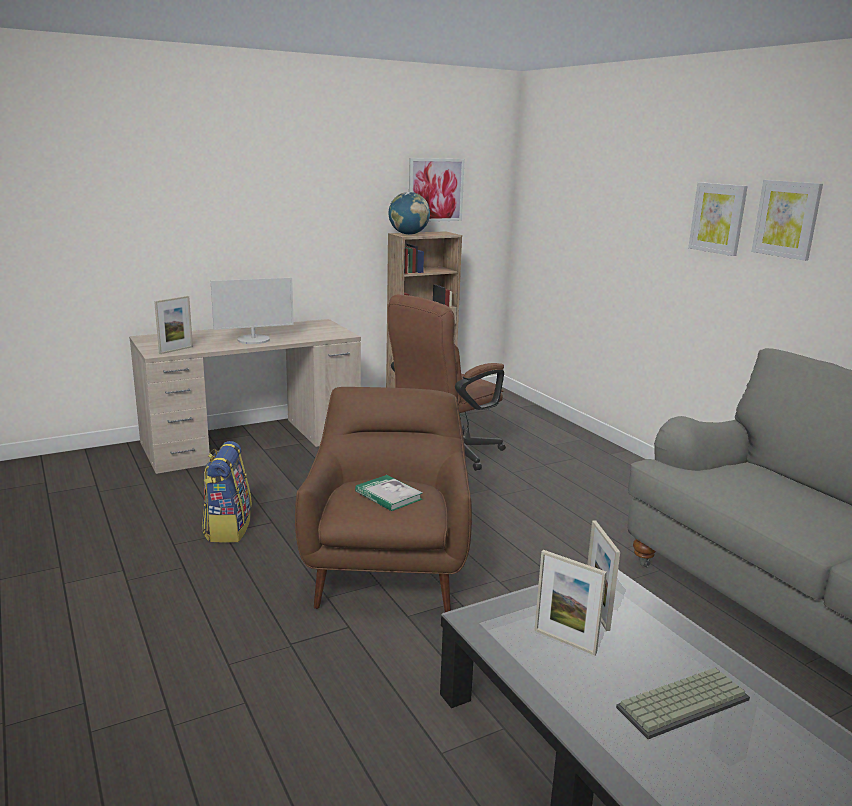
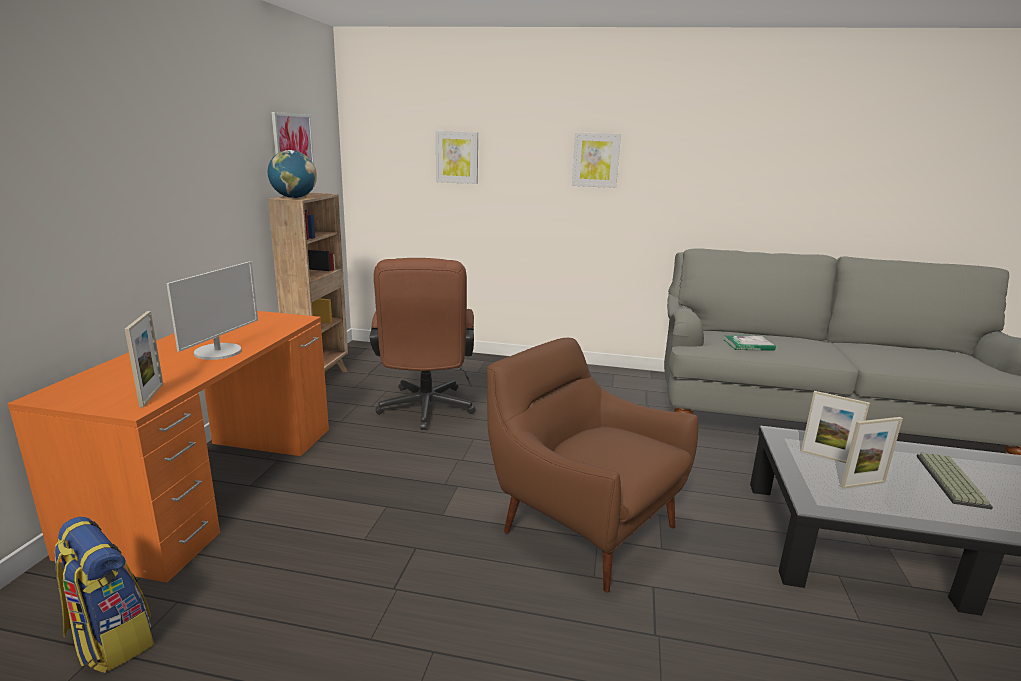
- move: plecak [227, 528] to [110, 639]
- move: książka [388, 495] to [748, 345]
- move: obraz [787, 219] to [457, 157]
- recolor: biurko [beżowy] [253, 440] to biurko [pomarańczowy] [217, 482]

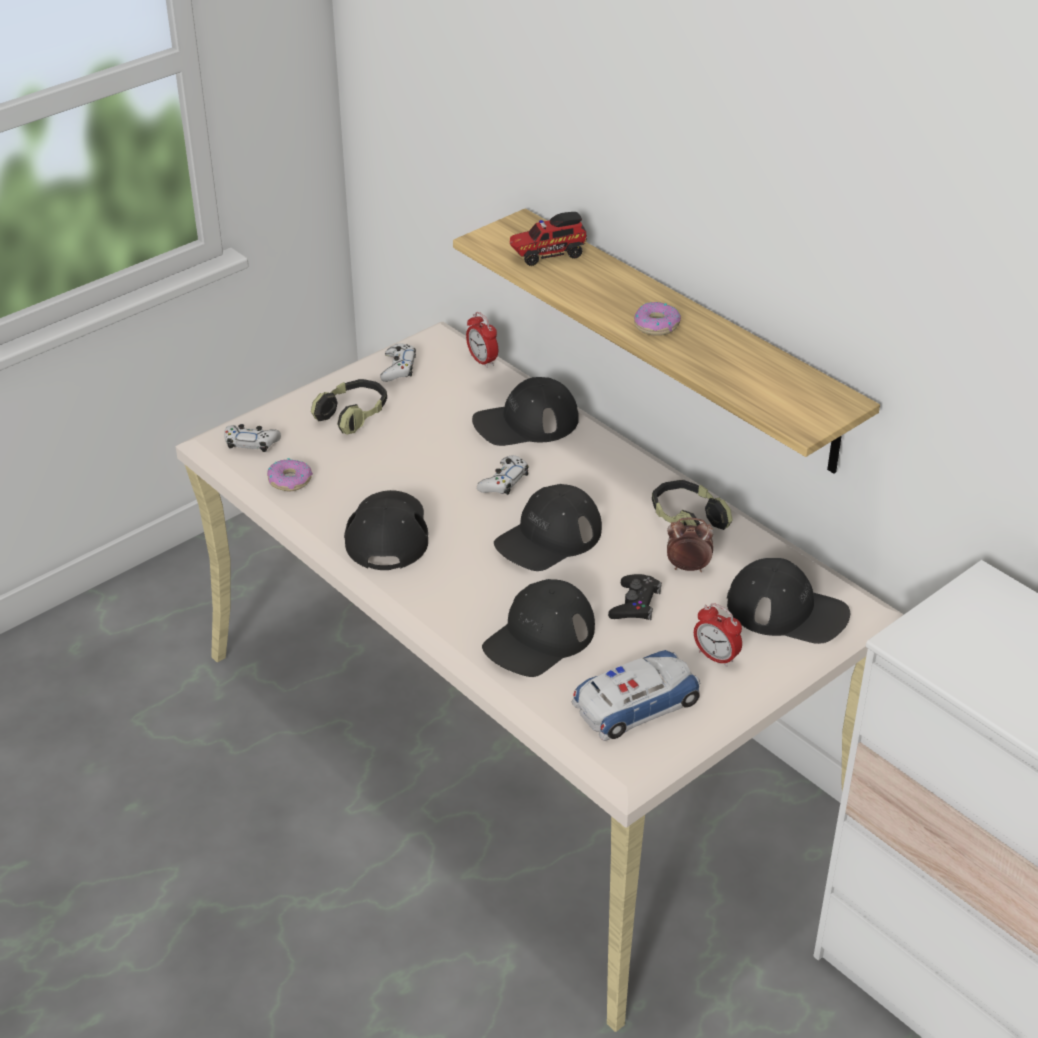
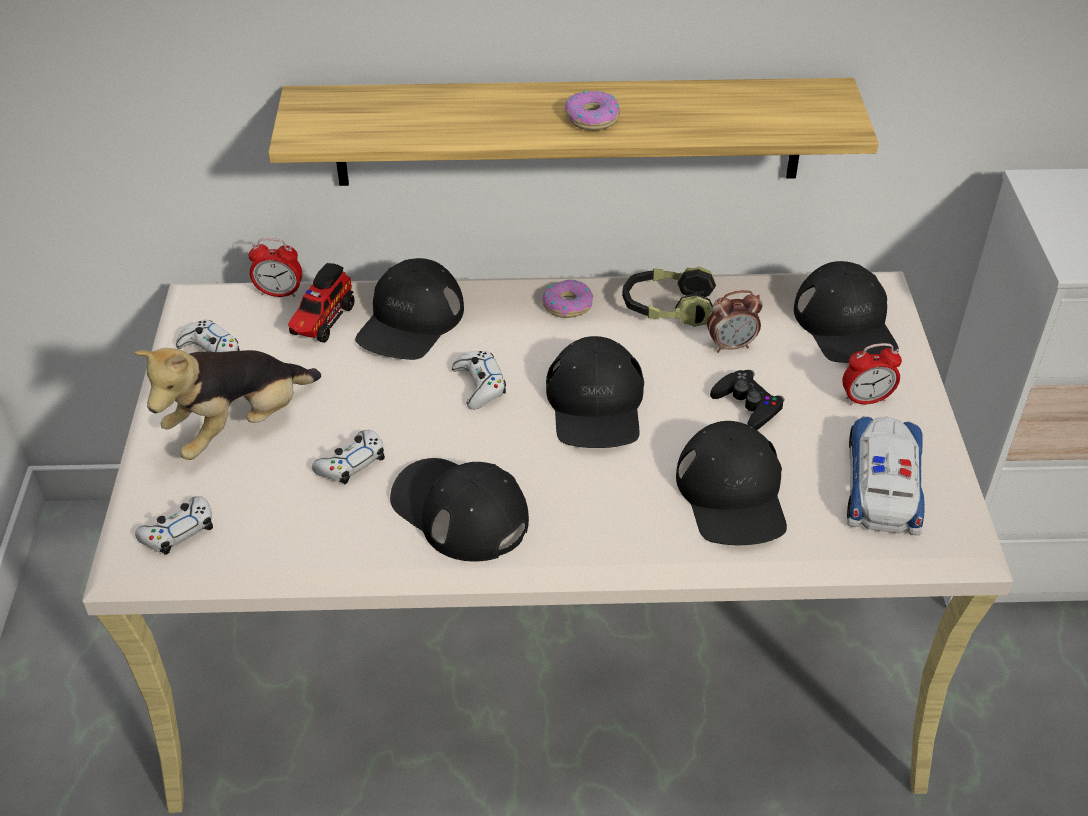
- insert: pad do gier [biały] [351, 463]
- move: donut [290, 480] to [567, 305]
- move: ciężarówka zabawkowa [547, 255] to [322, 321]
- replace: słuchawki [353, 415] to pluszak [239, 427]
- rotate: budzik [688, 567] = [731, 346] 150 degrees counterclockwise
- rotate: czapka z daszkiem [czarny] [787, 611] = [846, 325] 105 degrees clockwise

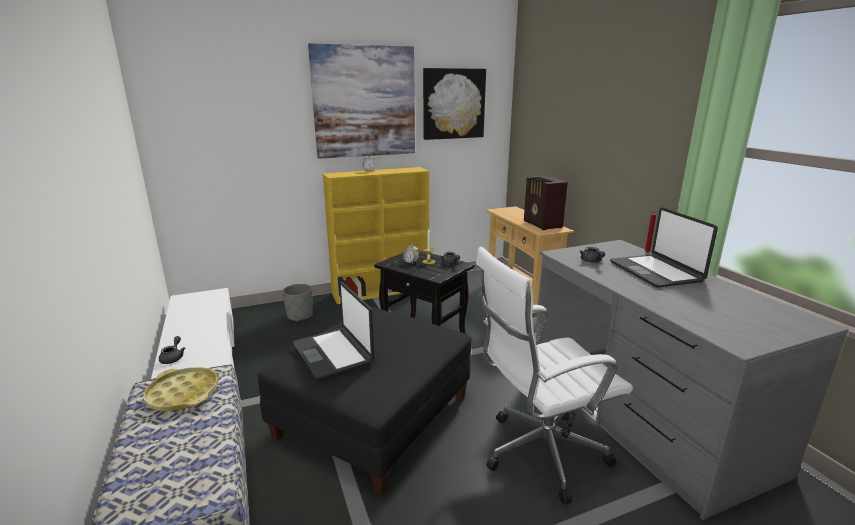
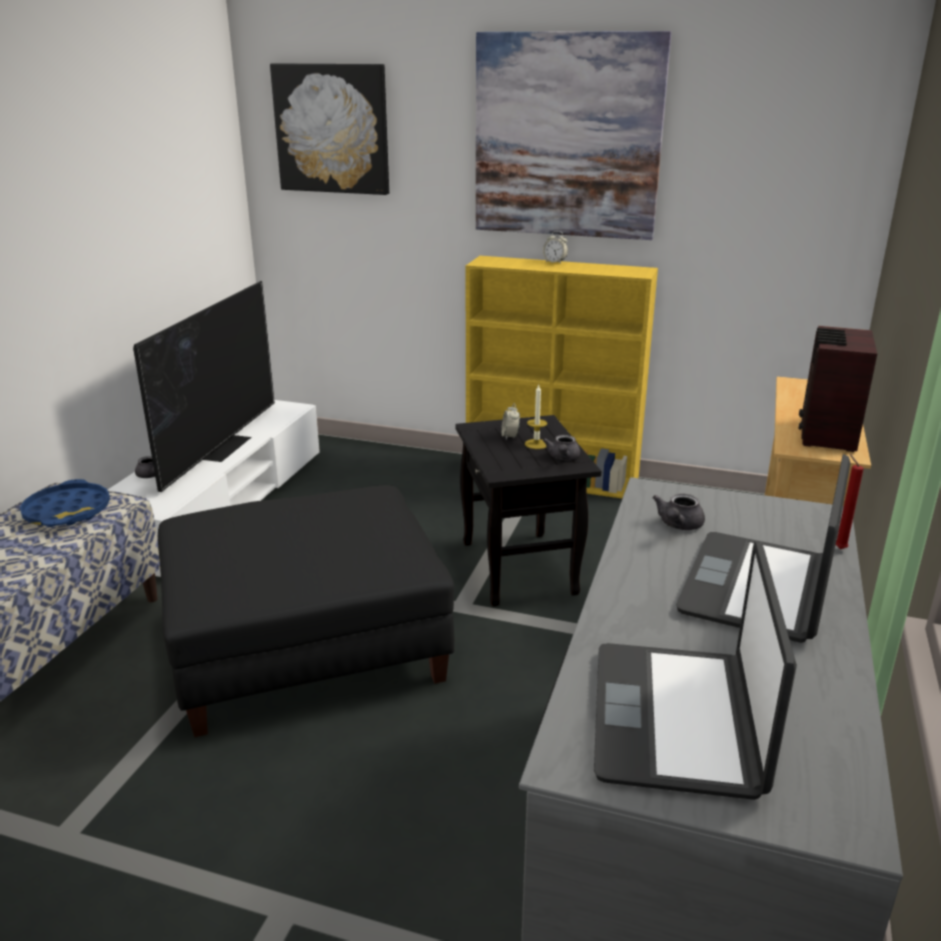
- delete: donica [szary] [300, 315]
- delete: krzesło biurowe [biały] [538, 454]
- insert: telewizor [222, 446]
- move: laptop [333, 353] to [678, 719]
- move: obraz [453, 104] to [332, 129]
- recolor: taca [żółty] [183, 394] to taca [niebieski] [67, 511]

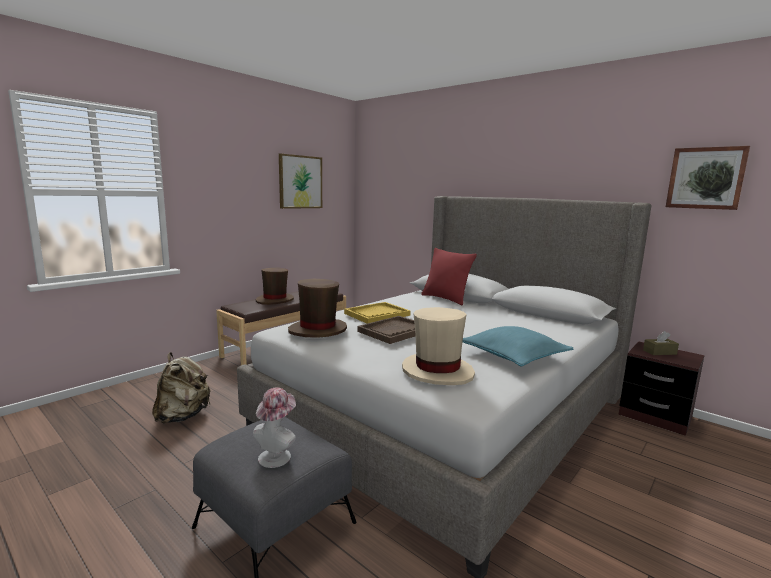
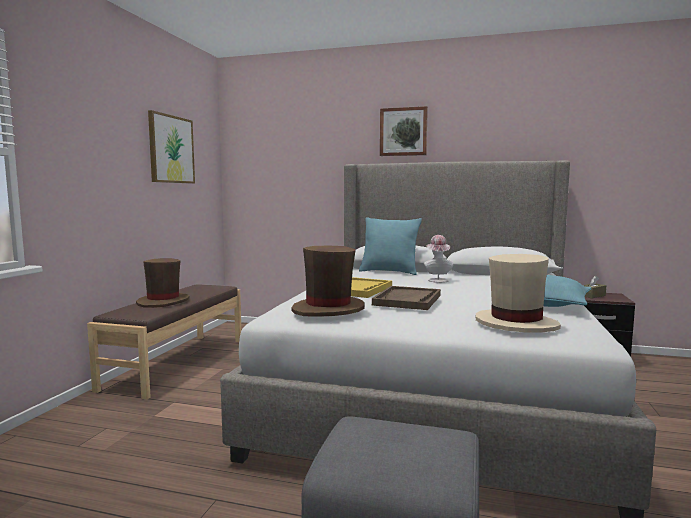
- delete: plecak [beżowy] [183, 416]
- move: kapelusz [277, 455] to [437, 280]
- move: obraz [705, 178] to [403, 132]
- recolor: poduszka [czerwony] [445, 299] to poduszka [turkusowy] [389, 272]

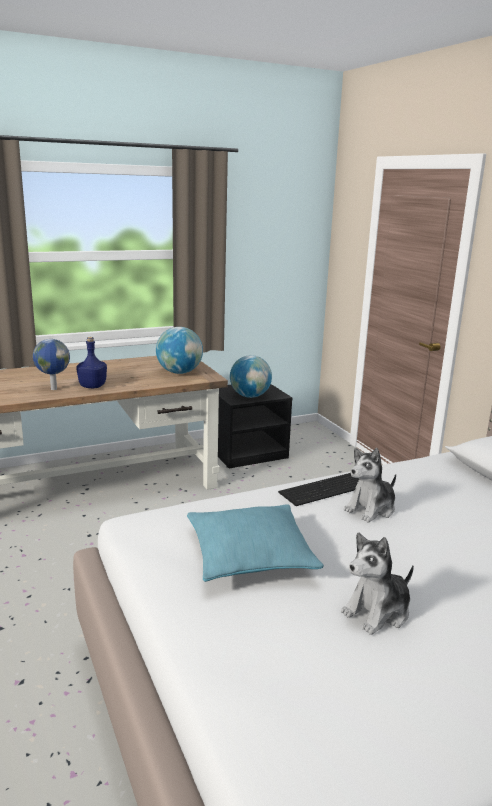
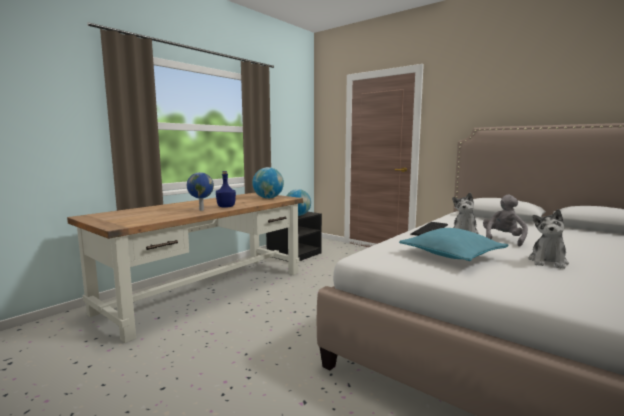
- insert: pluszak [szary] [503, 240]

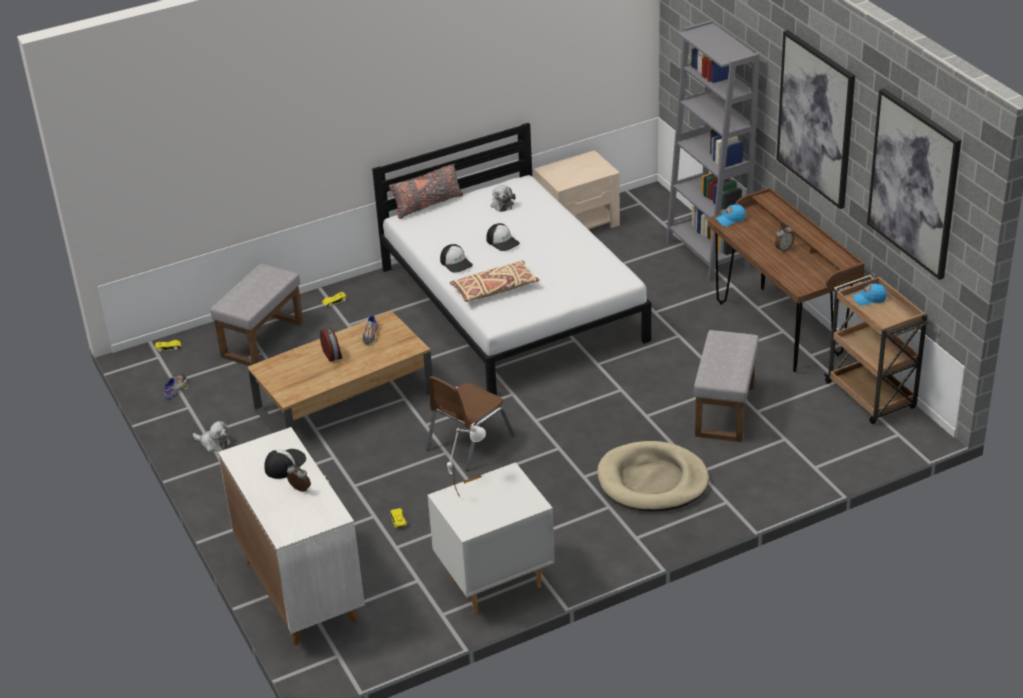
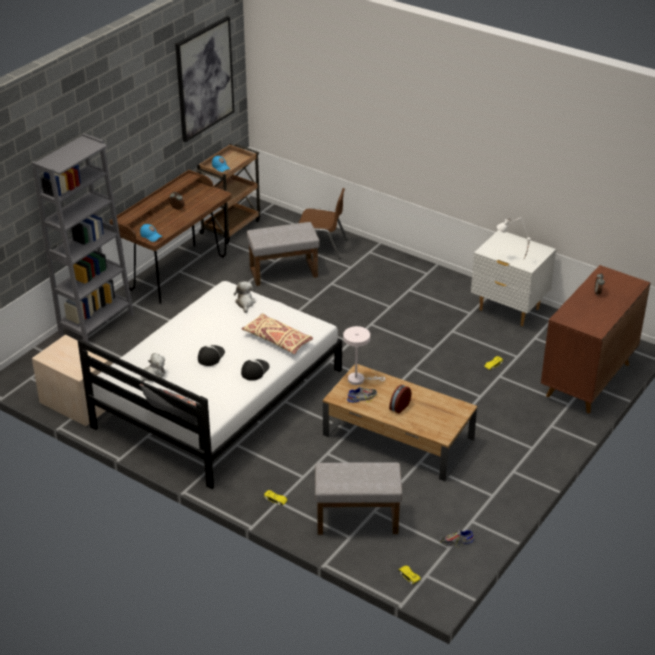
- delete: czapka z daszkiem [284, 464]
- delete: legowisko [beżowy] [652, 481]
- delete: obraz [816, 119]
- insert: lampa stołowa [biały] [359, 379]
- move: pluszak [214, 443] to [245, 303]
- move: krzesło [brązowy] [469, 442] to [321, 246]
- recolor: szafka [biały] [300, 589] to szafka [brązowy] [587, 380]

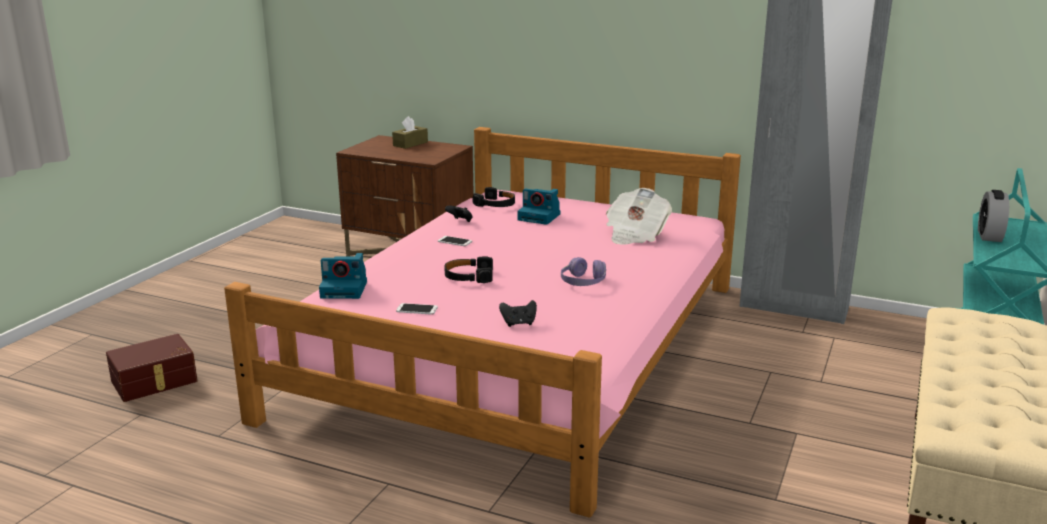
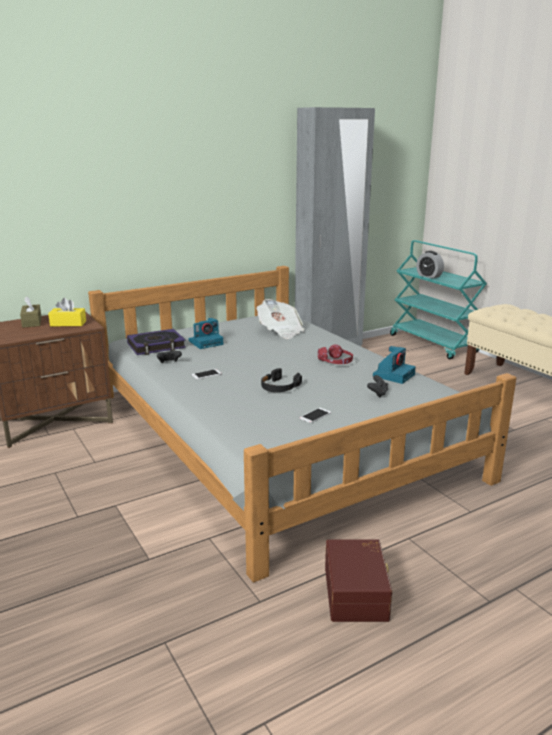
- insert: pudełko chusteczek [żółty] [68, 323]
- move: pojemnik do przechowywania [brązowy] [155, 382] to [357, 592]
- move: aparat fotograficzny [345, 289] to [393, 375]
- replace: słuchawki [czarny] [495, 204] to książka [156, 346]
- recolor: łóżko [różowy] [521, 348] to łóżko [szary] [275, 434]
- recolor: słuchawki [fioletowy] [583, 282] to słuchawki [czerwony] [335, 362]

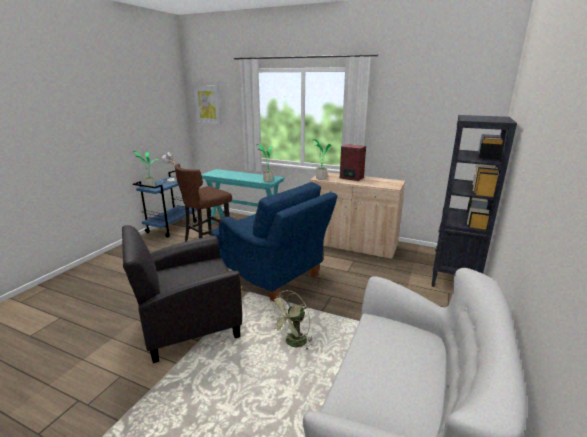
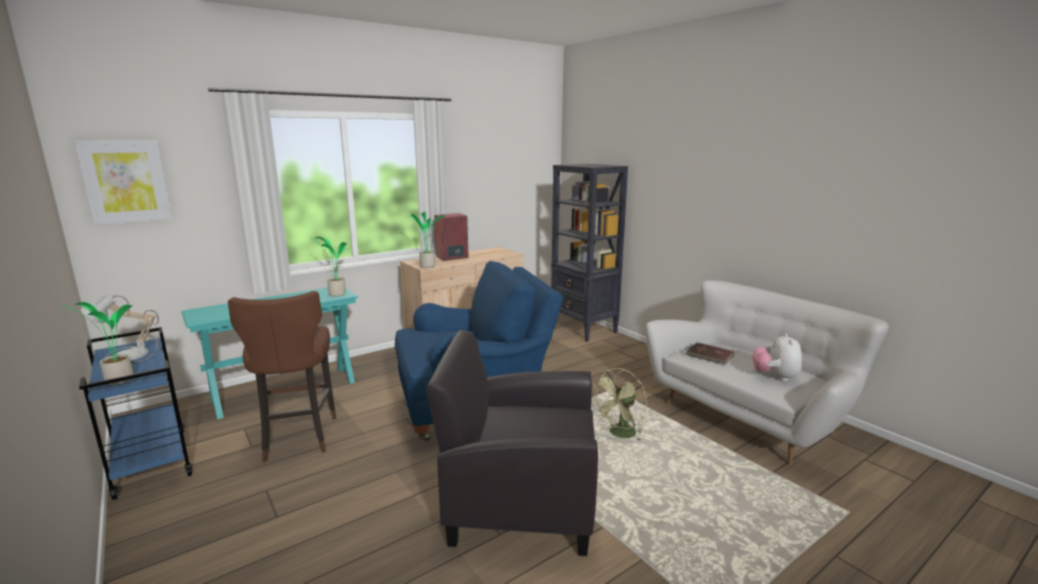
- insert: książka [brązowy] [710, 355]
- insert: pluszak [775, 377]
- rotate: fotel [czarny] [188, 323] = [519, 501] 90 degrees clockwise
- rotate: wentylator [zielony] [293, 343] = [620, 435] 60 degrees clockwise

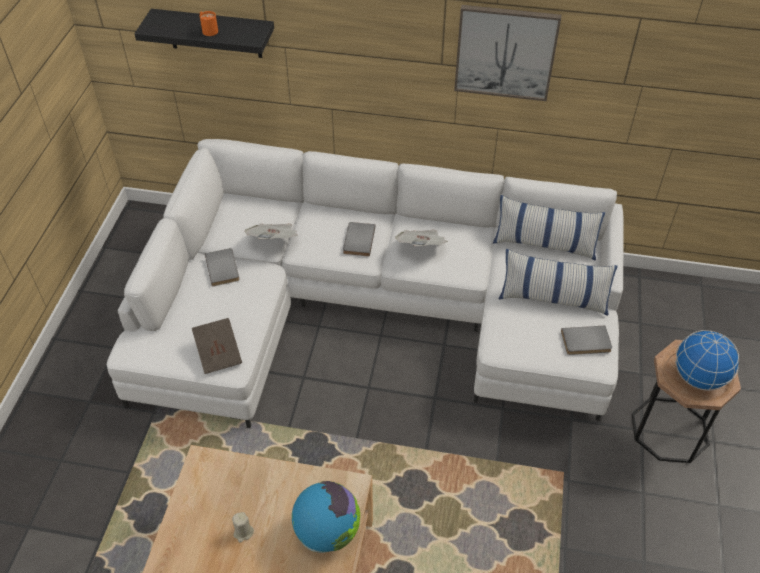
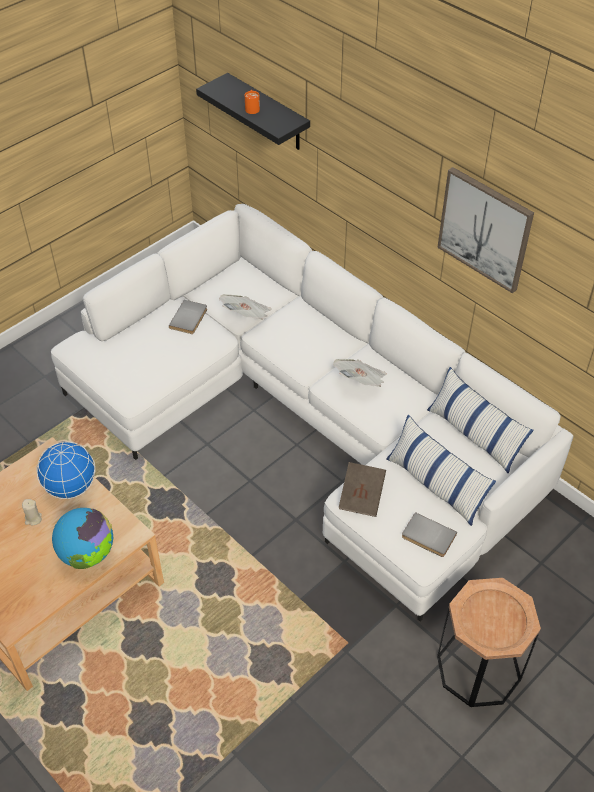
- delete: książka [szary] [357, 240]
- move: książka [brązowy] [218, 353] to [361, 497]
- move: globus [698, 377] to [70, 486]

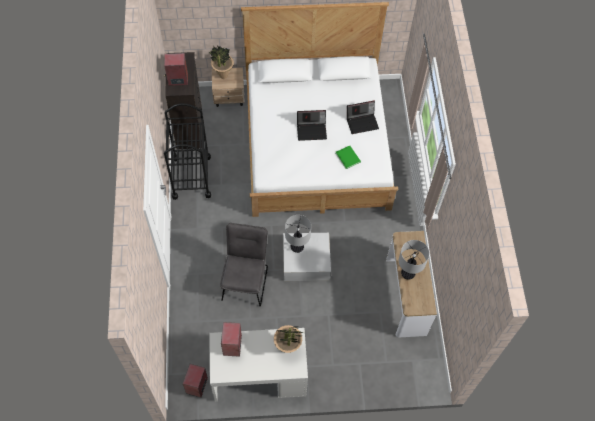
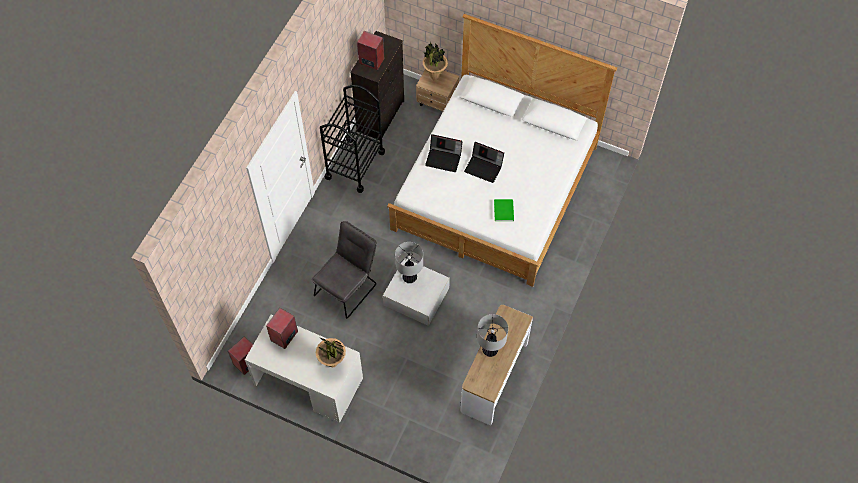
- move: laptop [362, 122] to [444, 159]

